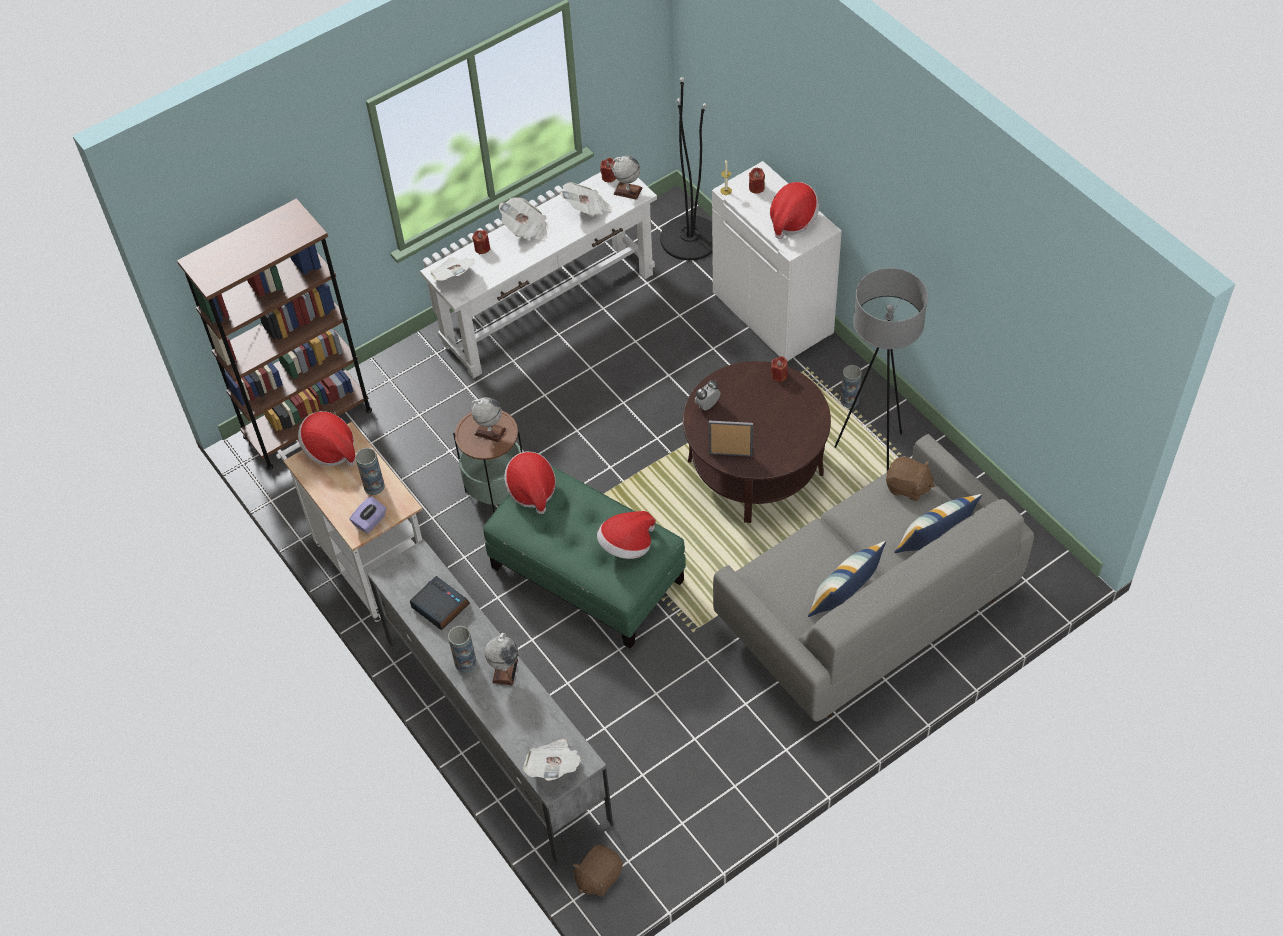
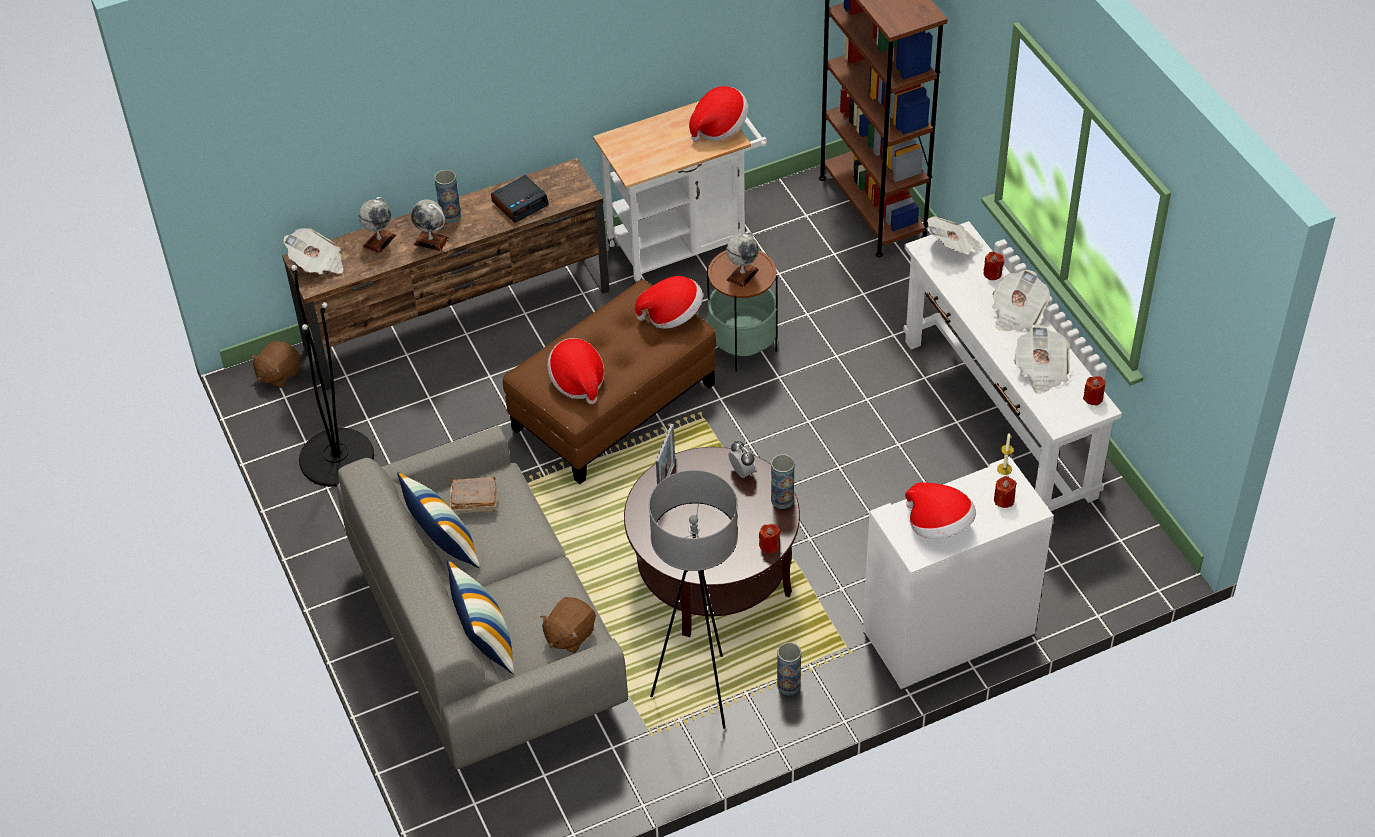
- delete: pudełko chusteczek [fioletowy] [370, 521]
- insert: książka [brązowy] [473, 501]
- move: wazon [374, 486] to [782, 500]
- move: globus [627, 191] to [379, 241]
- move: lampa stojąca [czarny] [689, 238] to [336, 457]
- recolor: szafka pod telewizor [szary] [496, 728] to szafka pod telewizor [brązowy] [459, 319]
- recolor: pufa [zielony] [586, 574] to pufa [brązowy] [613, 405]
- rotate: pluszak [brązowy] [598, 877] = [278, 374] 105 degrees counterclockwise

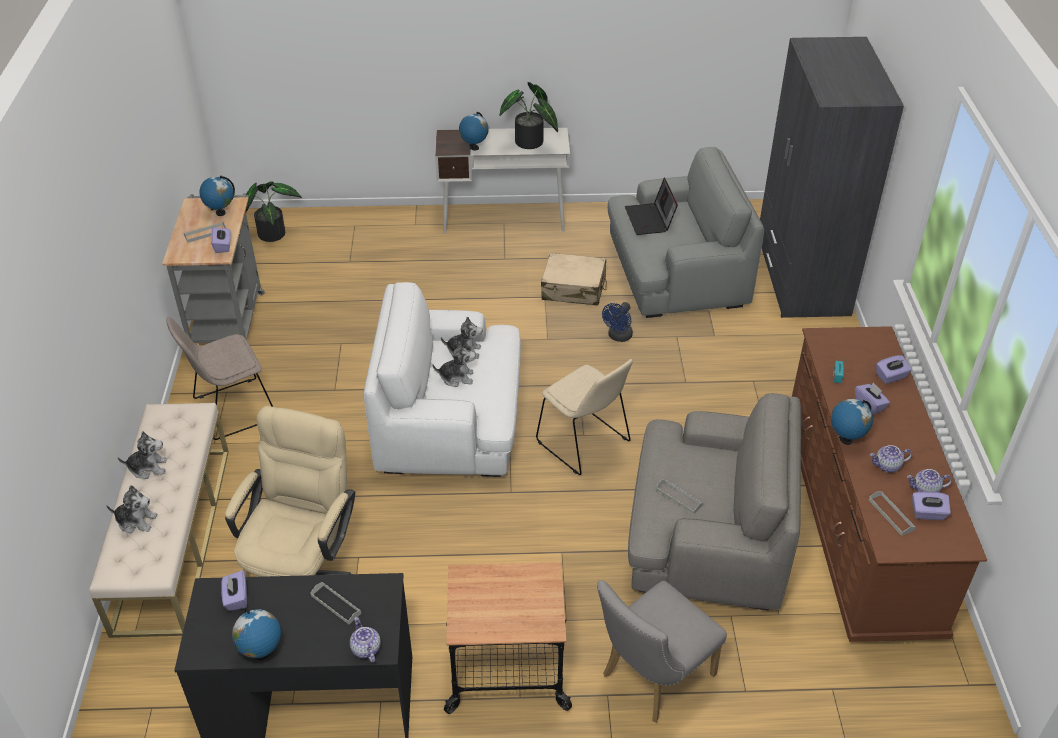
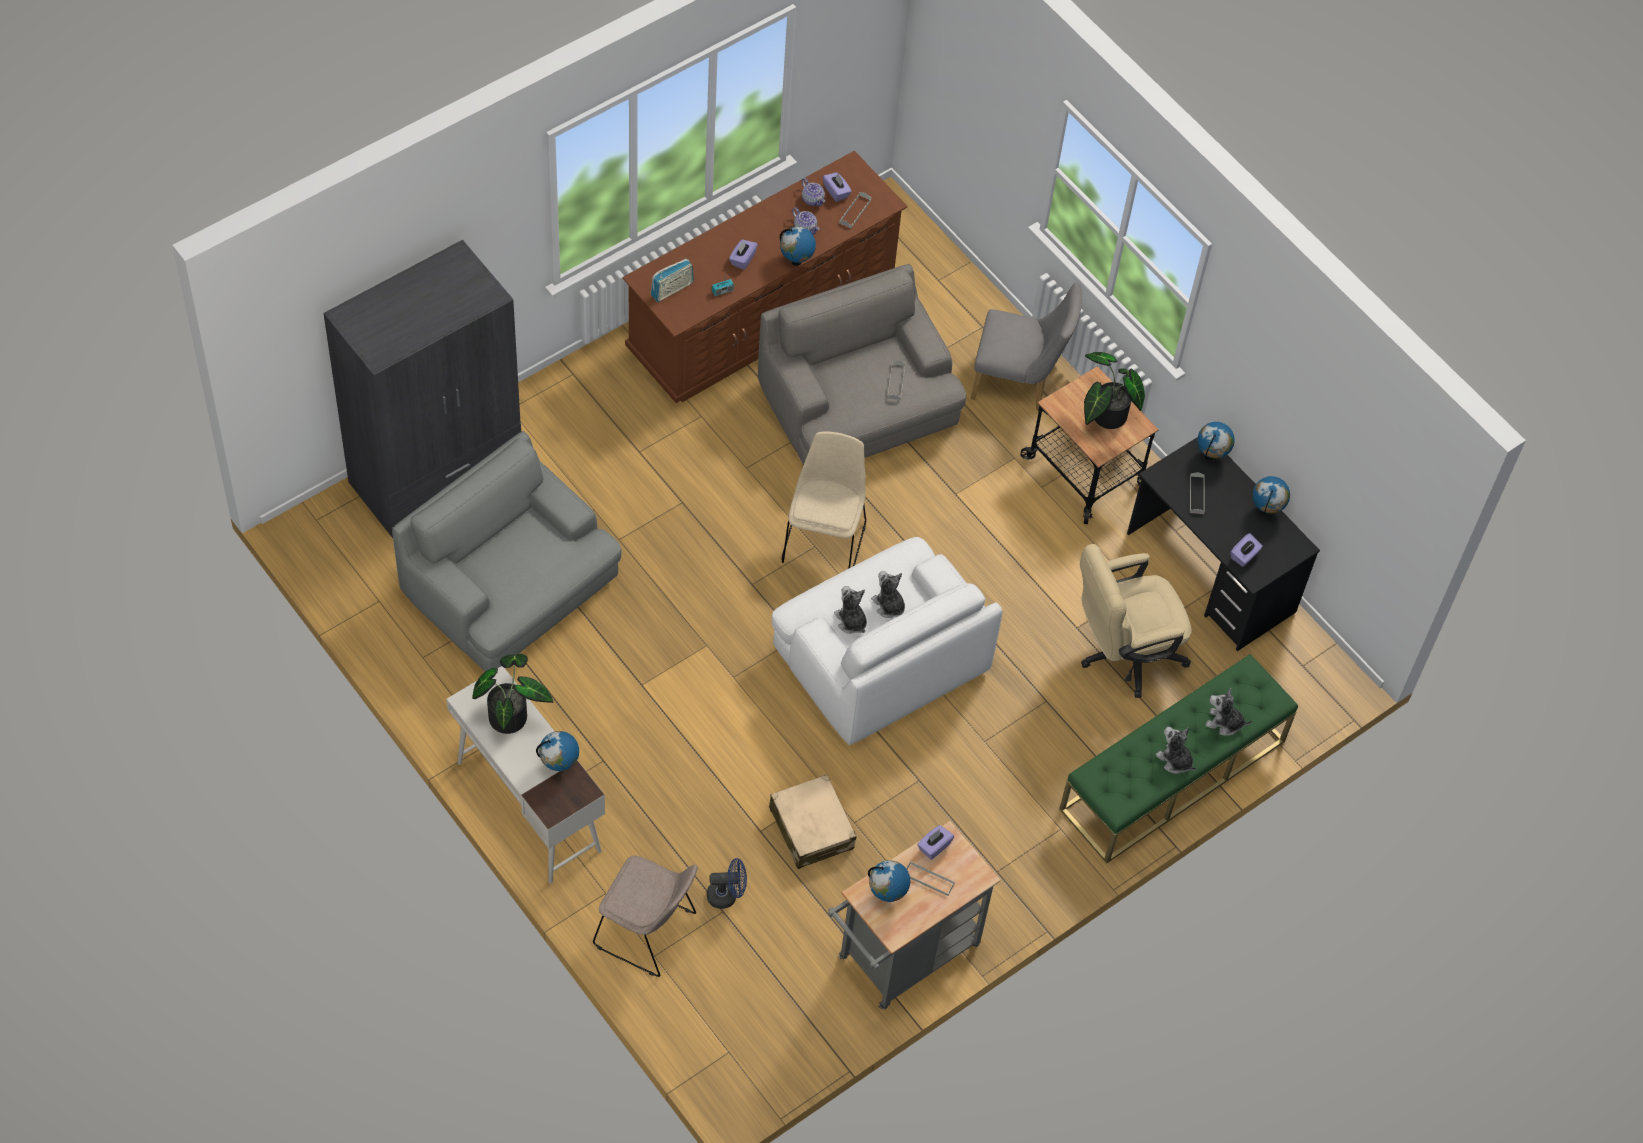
- delete: laptop [650, 220]
- delete: pudełko chusteczek [fioletowy] [891, 377]
- insert: radio [672, 289]
- move: krzesło [beżowy] [231, 410] to [648, 932]
- move: roślina doniczkowa [273, 232] to [1105, 416]
- move: walizka [beżowy] [574, 288] to [811, 828]
- move: wentylator [niebieski] [618, 337] to [727, 895]
- replace: imbryk [365, 649] to globus [1211, 455]
- recolor: ławka [beżowy] [173, 537] to ławka [zielony] [1172, 775]
- rotate: pluszak [136, 521] = [1224, 722] 45 degrees counterclockwise

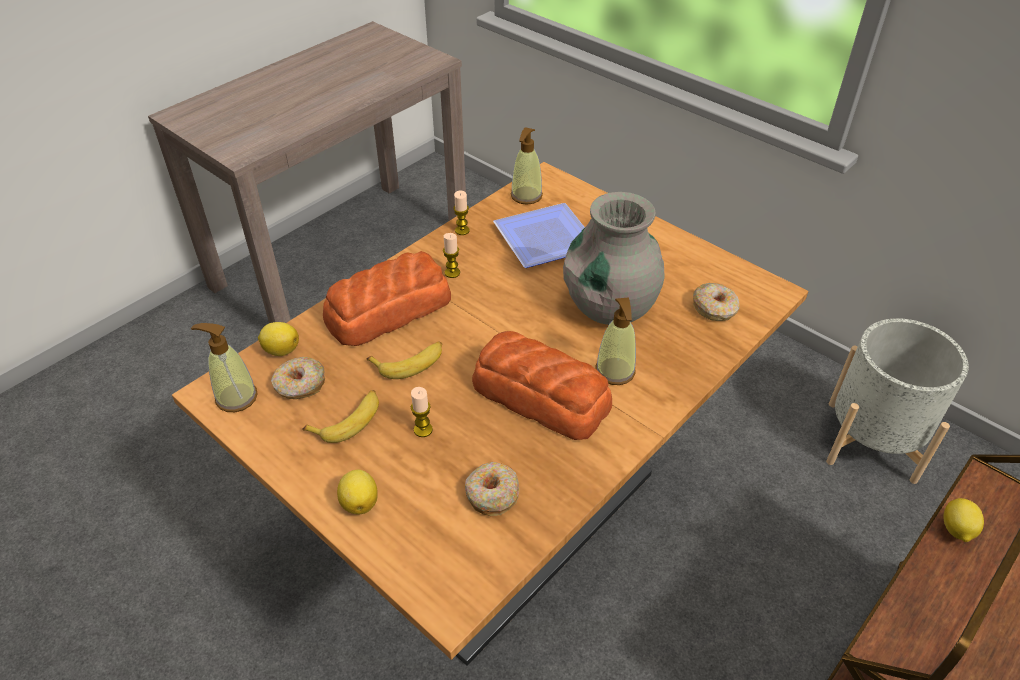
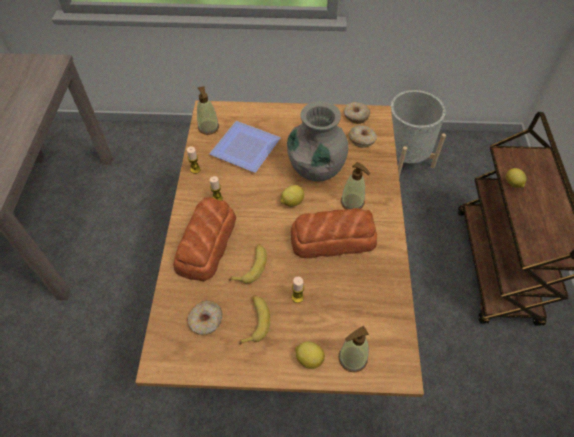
- move: dozownik mydła [236, 397] to [352, 358]
- move: cytryna [281, 350] to [291, 202]
- move: donut [492, 494] to [356, 116]

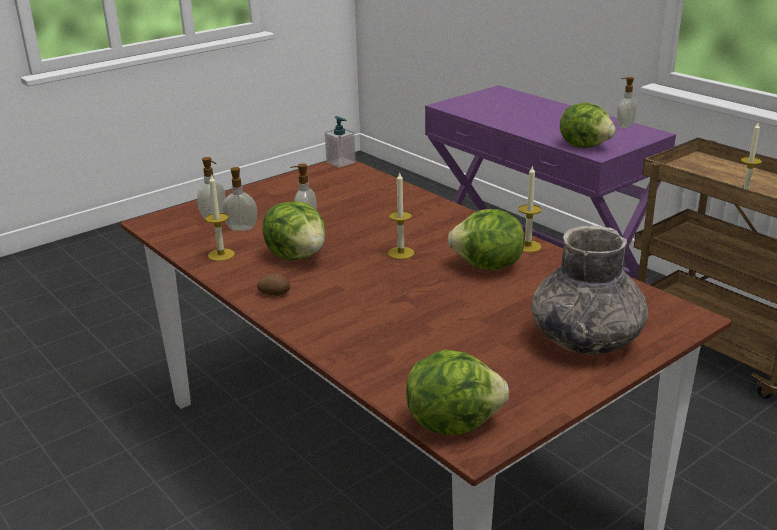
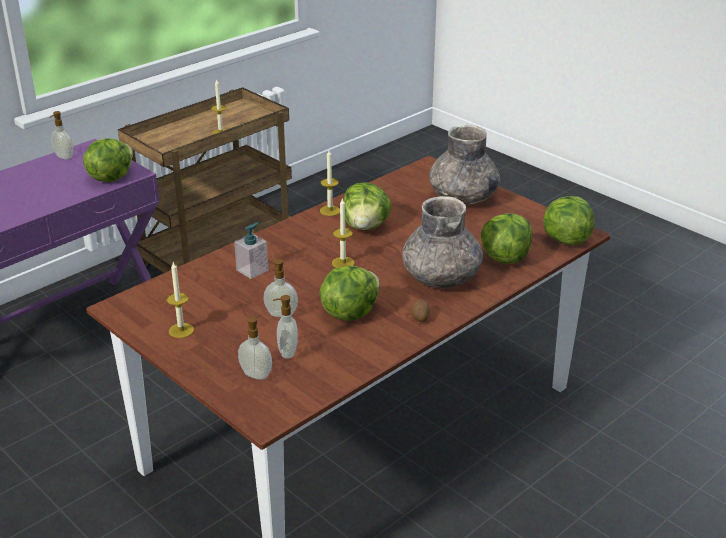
- insert: wazon [szary] [441, 277]
- insert: sałata [505, 257]
- move: świeca [221, 255] to [181, 330]
- move: dozownik mydła [341, 162] to [252, 270]

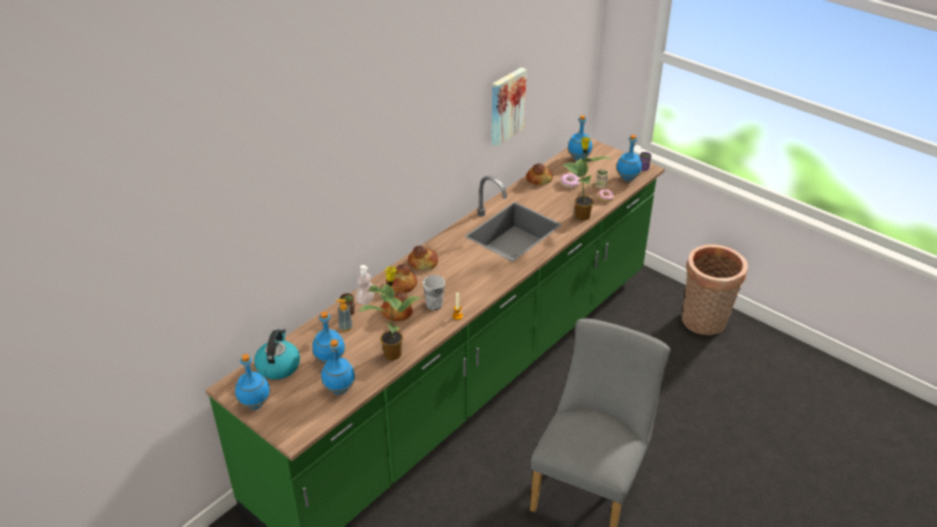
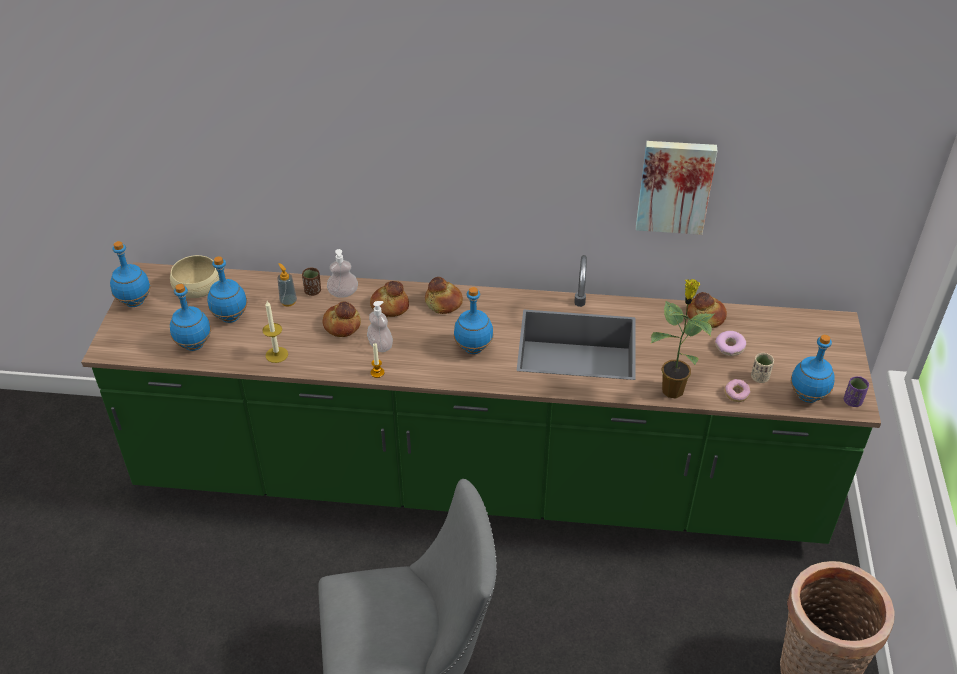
- move: butelka [niebieski] [579, 158] to [474, 348]
- replace: czajnik [278, 366] to miska [beżowy] [197, 288]
- replace: roślina doniczkowa [393, 353] to świeca [276, 355]
- replace: filiżanka [434, 304] to dozownik mydła [380, 346]

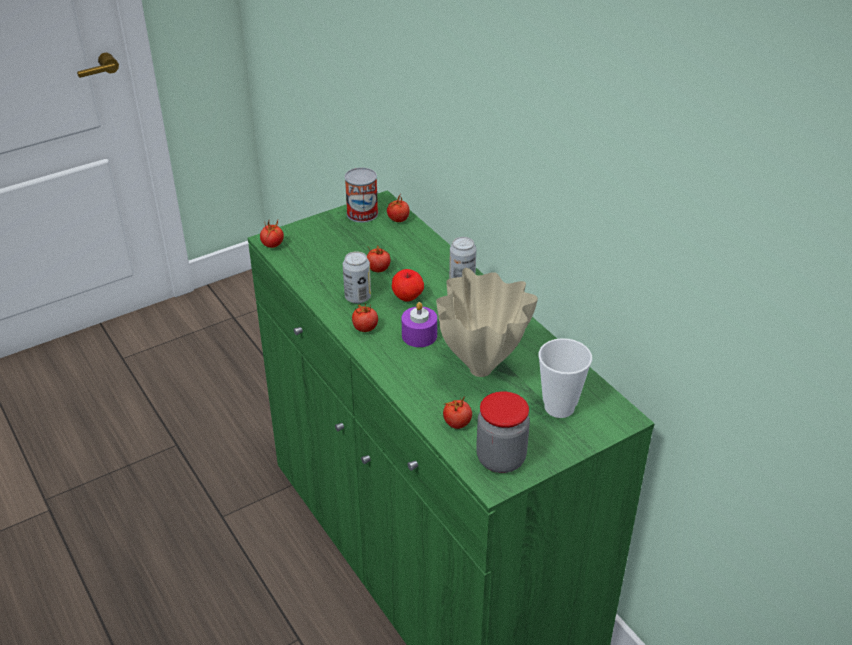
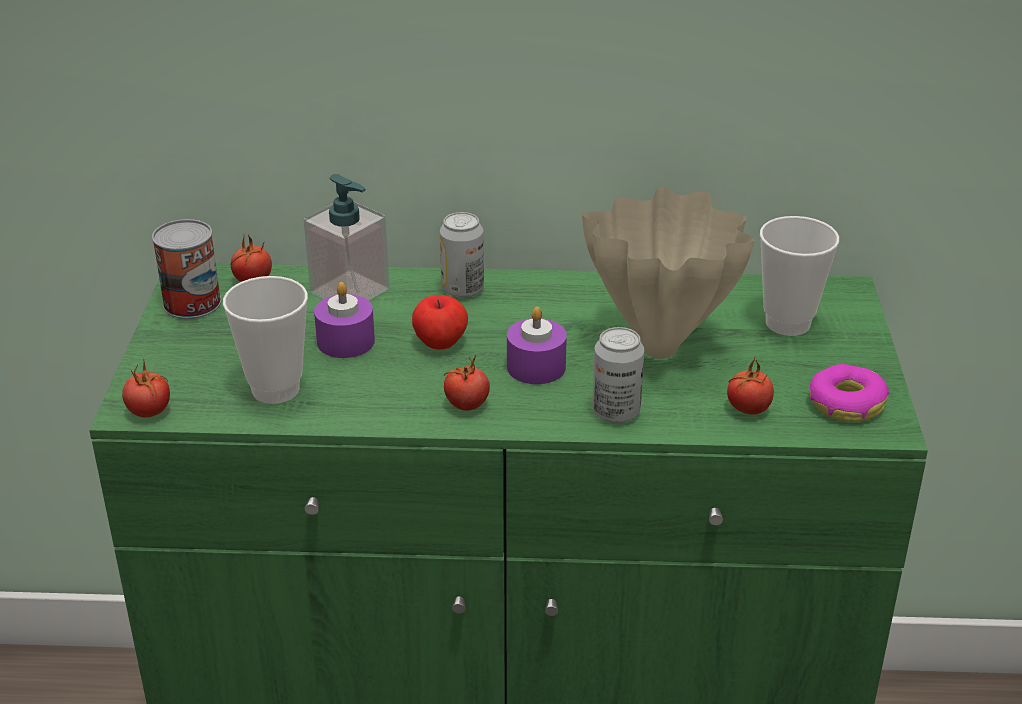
- insert: filiżanka [275, 389]
- insert: dozownik mydła [350, 291]
- move: puszka [357, 297] to [616, 412]
- replace: pomidor [378, 269] to świeca [fioletowy] [345, 341]
- replace: słoik [501, 459] to donut [846, 403]

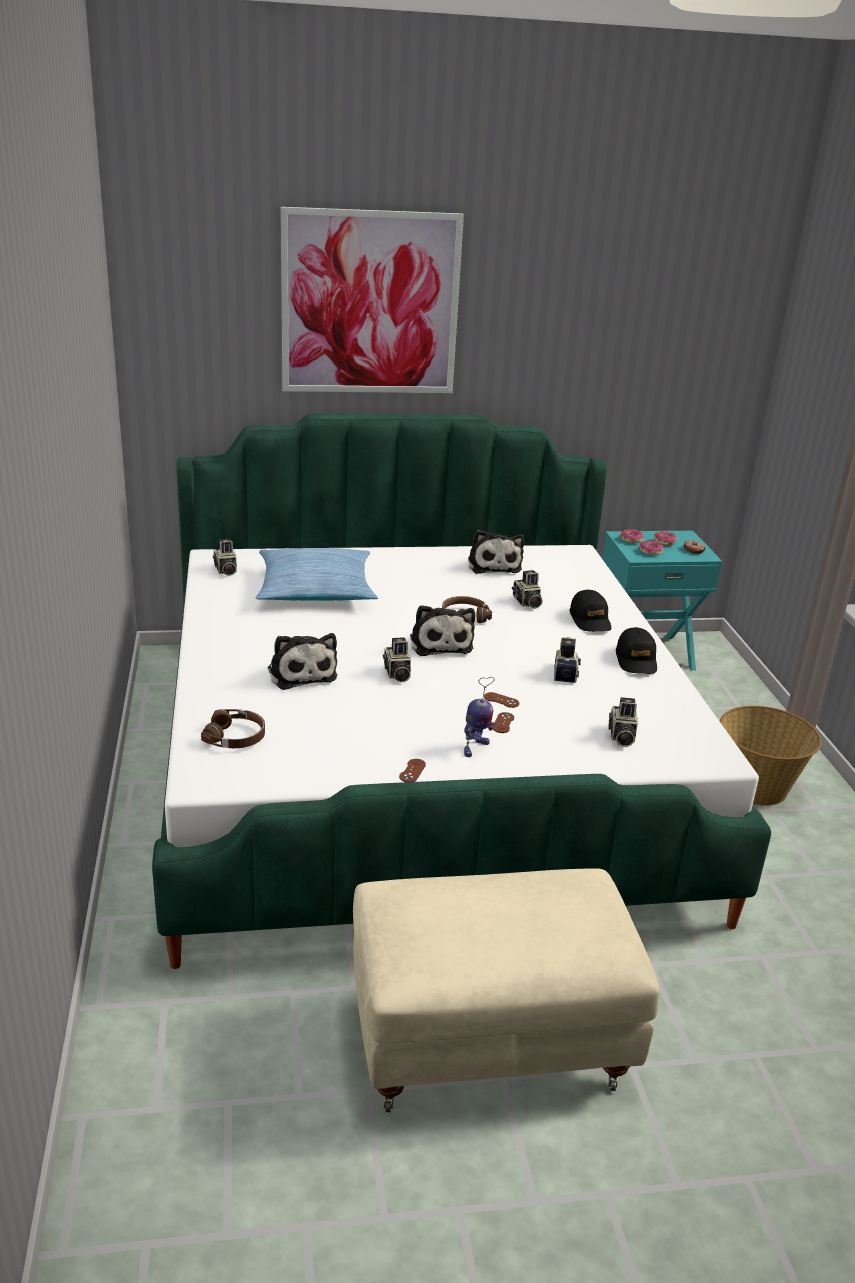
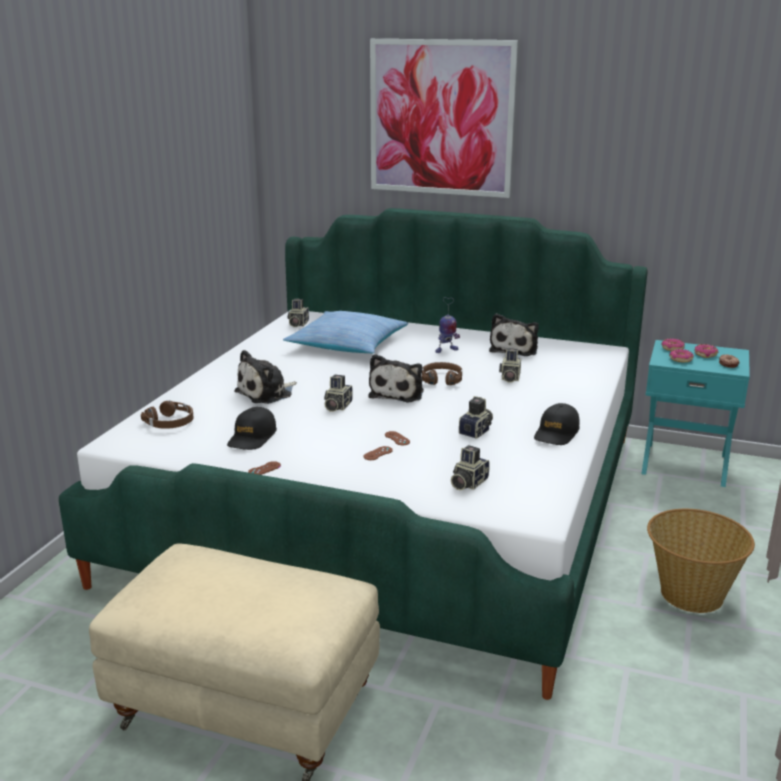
- move: robot zabawkowy [475, 748] to [446, 350]
- move: czapka z daszkiem [czarny] [590, 620] to [252, 438]
- rotate: pluszak [301, 673] = [267, 393] 45 degrees clockwise

